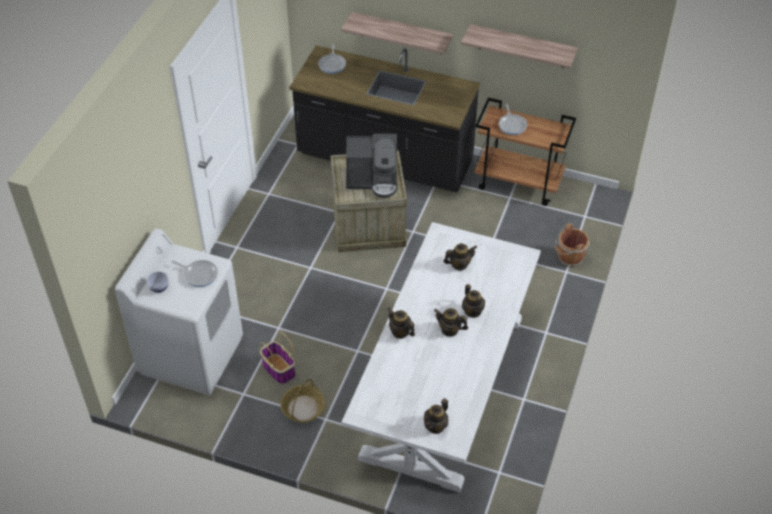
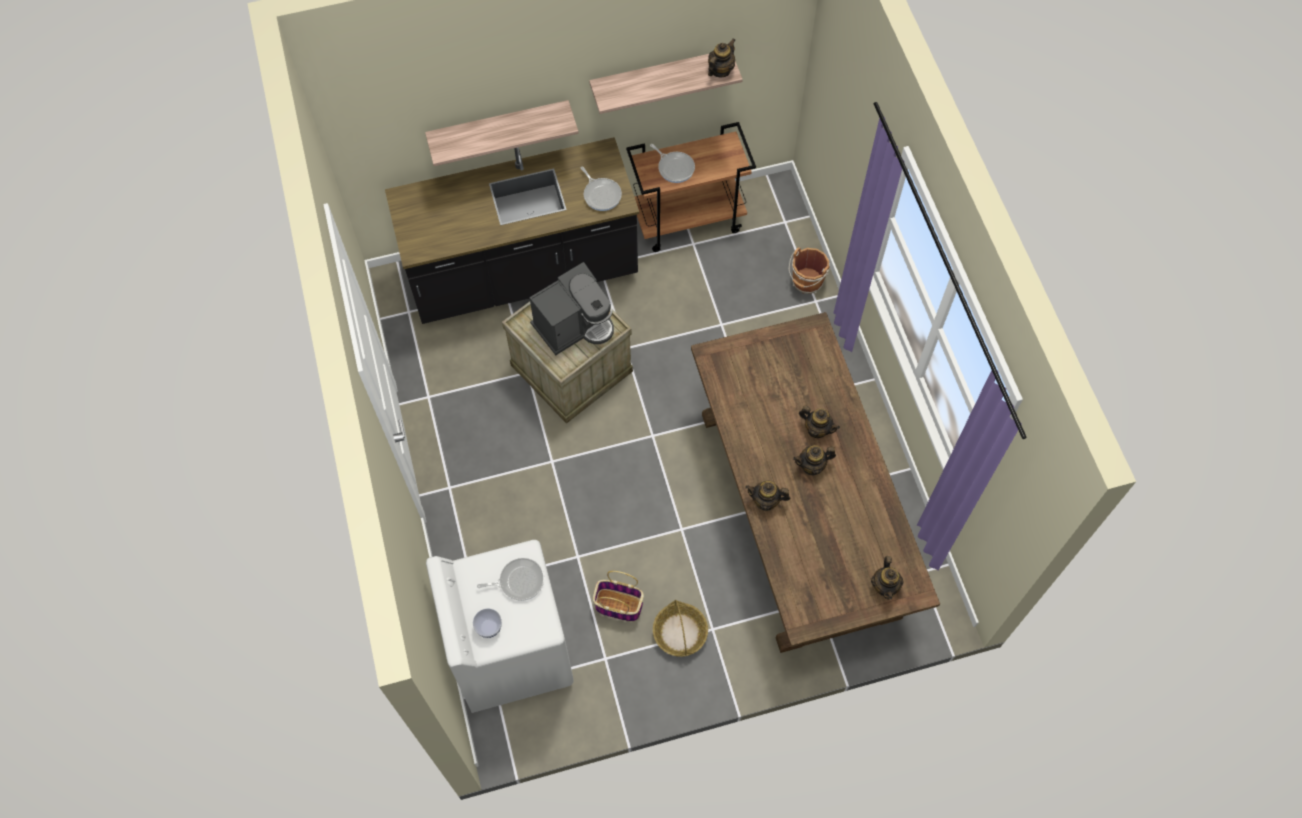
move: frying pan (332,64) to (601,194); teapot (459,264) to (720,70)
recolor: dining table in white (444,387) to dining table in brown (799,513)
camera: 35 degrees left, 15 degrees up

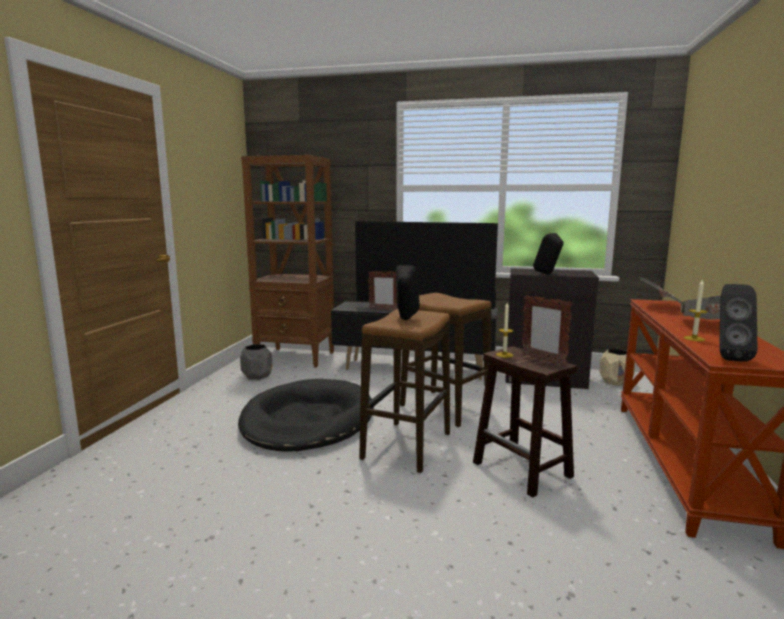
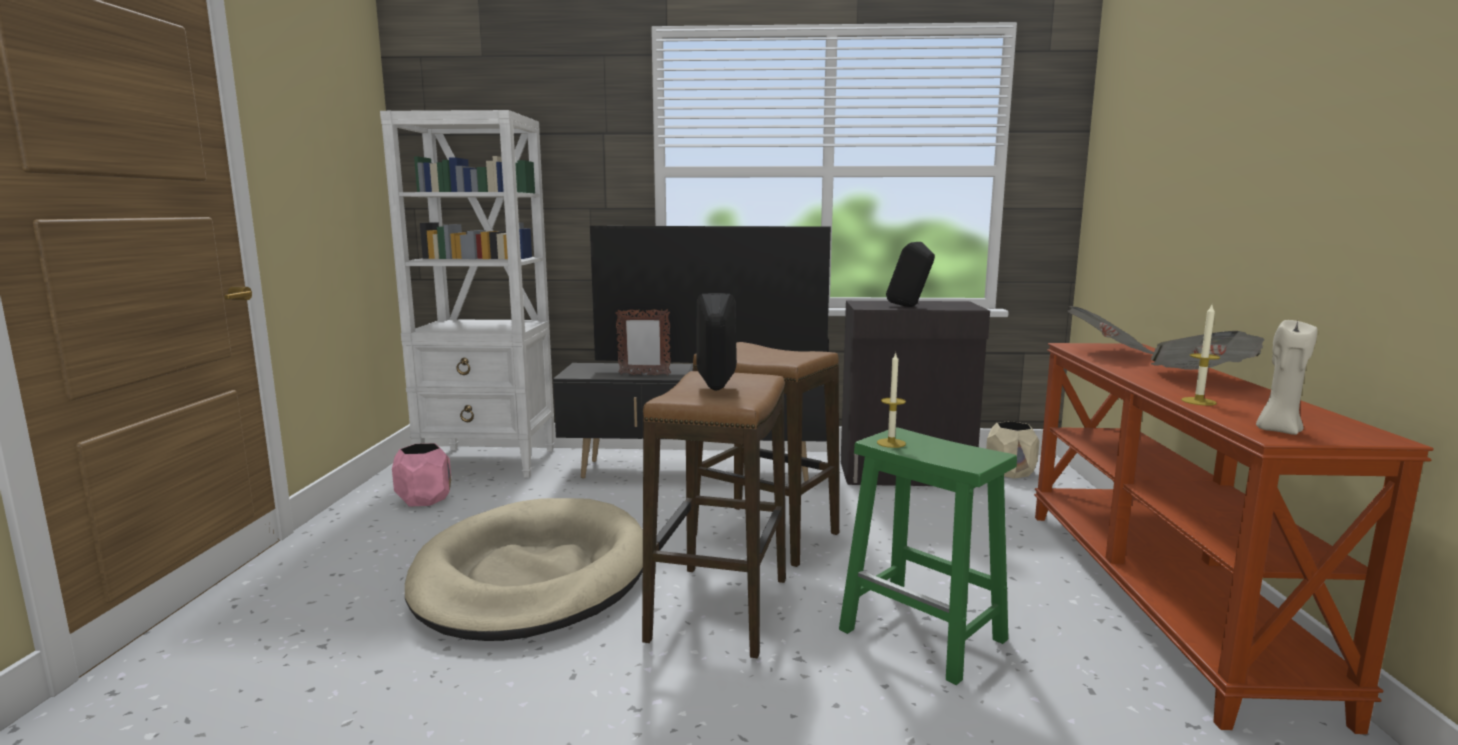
delete: picture frame (543,360)
replace: speaker in black (728,357) to candle in beige (1278,430)
recolor: dog bed in black (308,420) to dog bed in beige (532,576); planter in grey (257,376) to planter in pink (425,499); bookcase in brown (296,357) to bookcase in white (490,462); stool in brown (523,470) to stool in green (925,635)
camera: 10 degrees left, 0 degrees up

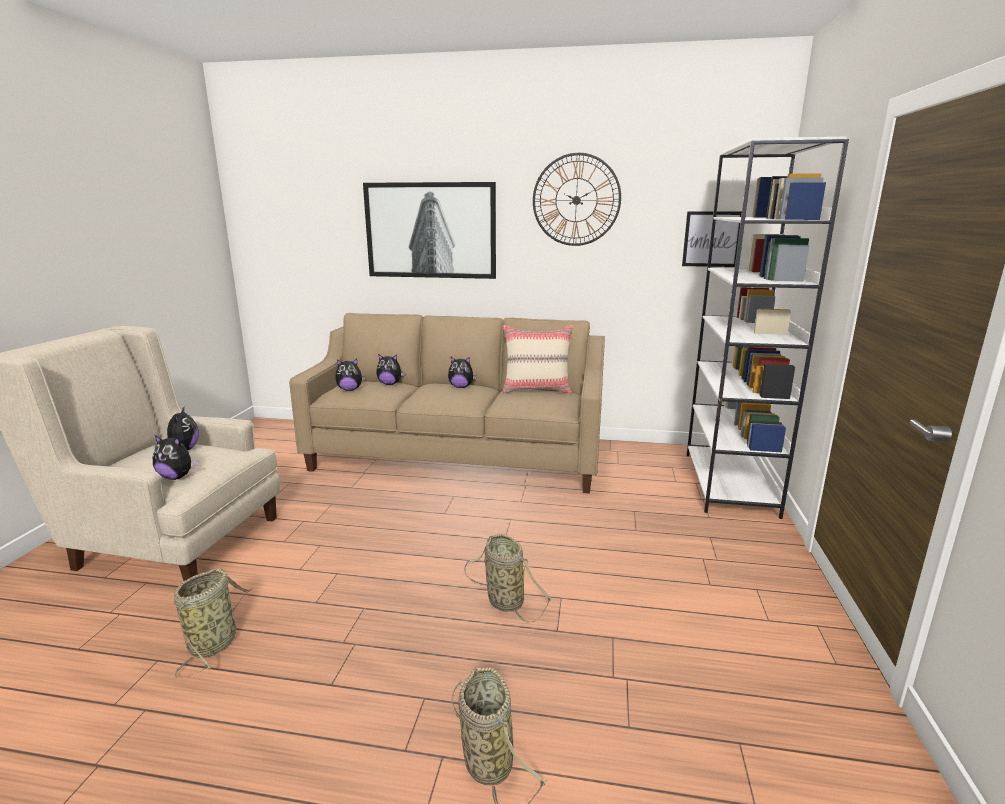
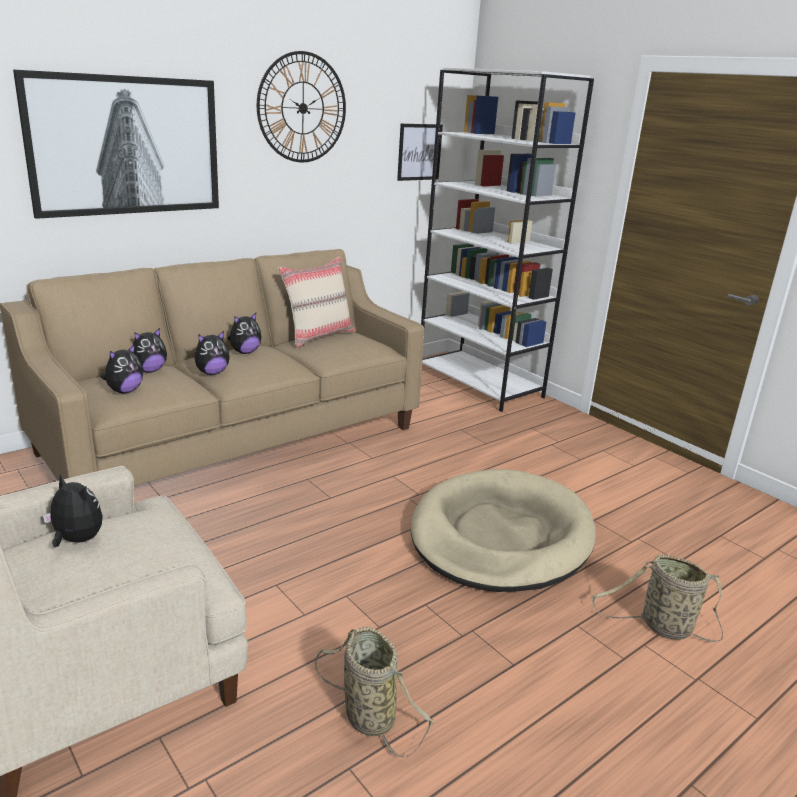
move: plush toy (177,477) to (212,373)
replace: basket (503,600) to dog bed in beige (501,536)
camera: 50 degrees left, 5 degrees up

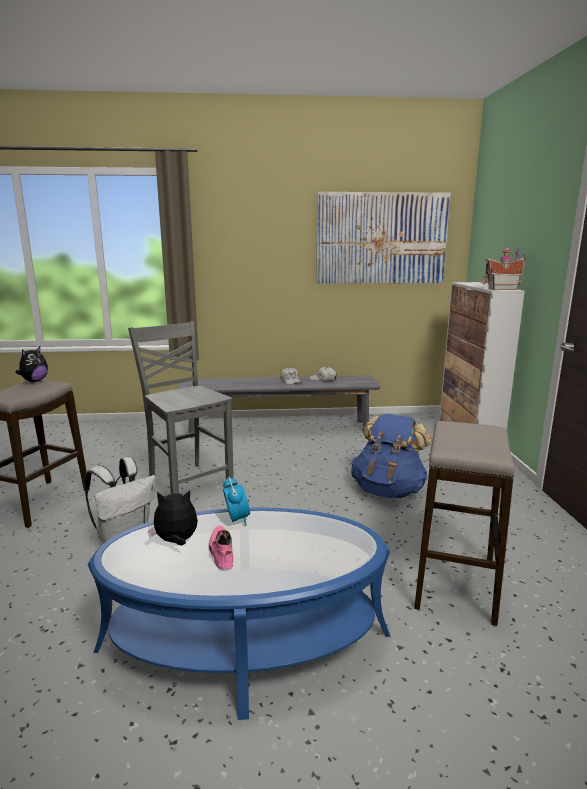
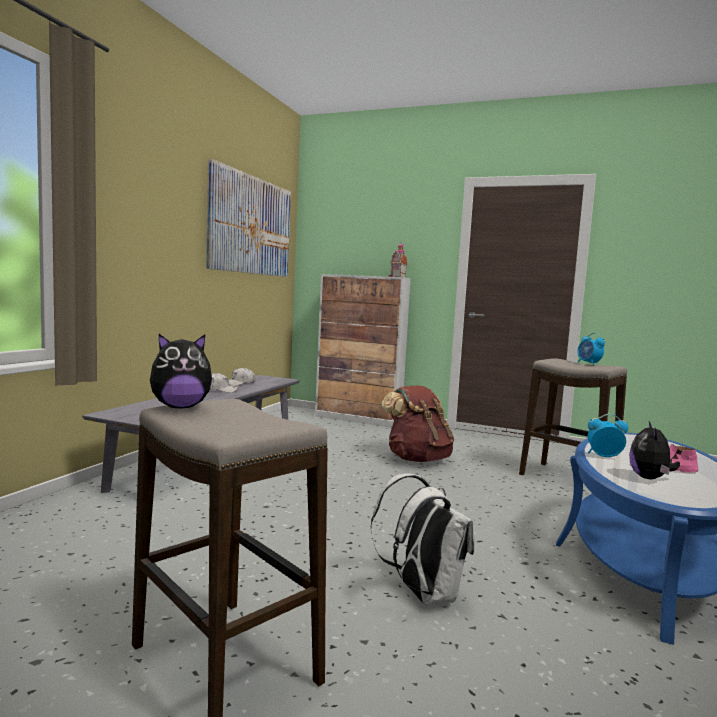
delete: chair in grey (188,483)
insert: alarm clock (589,363)
recolor: backpack in blue (388,490) to backpack in brown (417,459)
rotate: plush toy (34,381) = (181,407) 105 degrees clockwise
camera: 65 degrees left, 10 degrees down

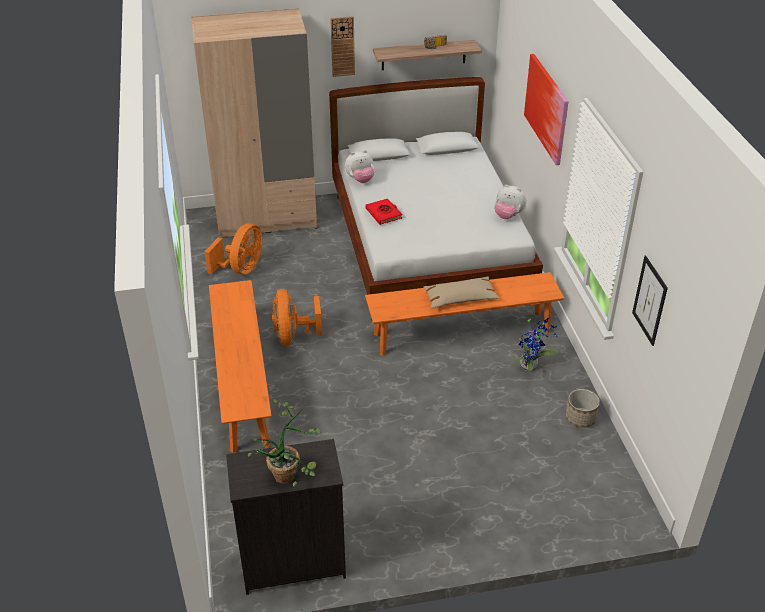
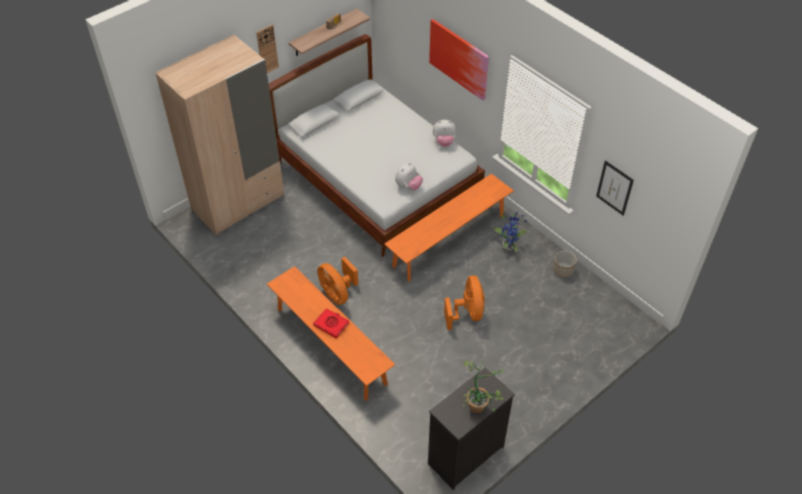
delete: pillow in beige (460,298)
move: fan in orange (241,269) to (467,313); plush toy (360,180) to (408,186); book in red (384,214) to (331,324)
camera: 30 degrees left, 10 degrees up

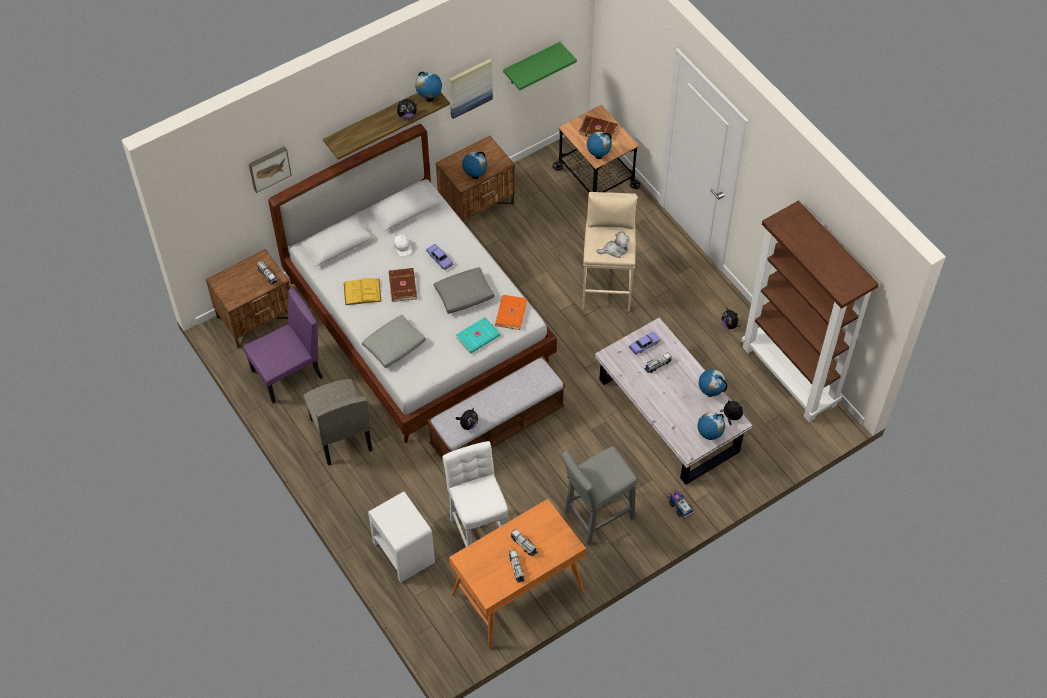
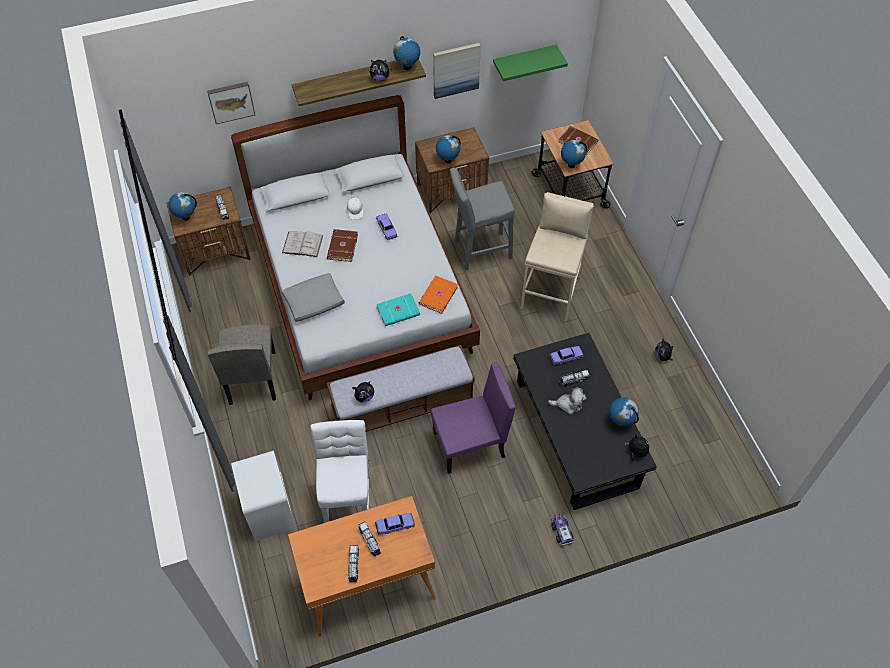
delete: pillow in grey (464,295); bookcase in brown (790,376)
insert: toy car (395,525)
move: chair in purple (287,374) to (469,445); stool in grey (596,517) to (479,251); plush toy (615,250) to (568,404); globe (709,436) to (186,217)
recolor: book in yellow (362,292) to book in white (302,244); coffee table in white (668,415) to coffee table in black (576,433)
camera: 15 degrees right, 0 degrees up

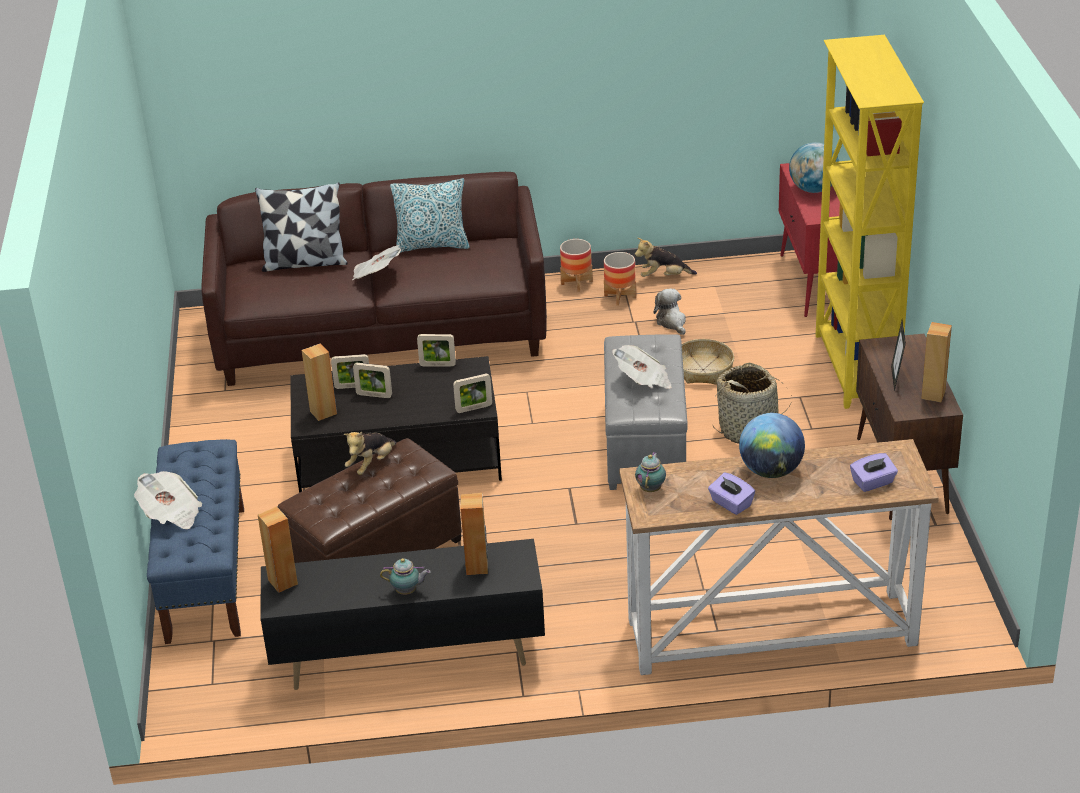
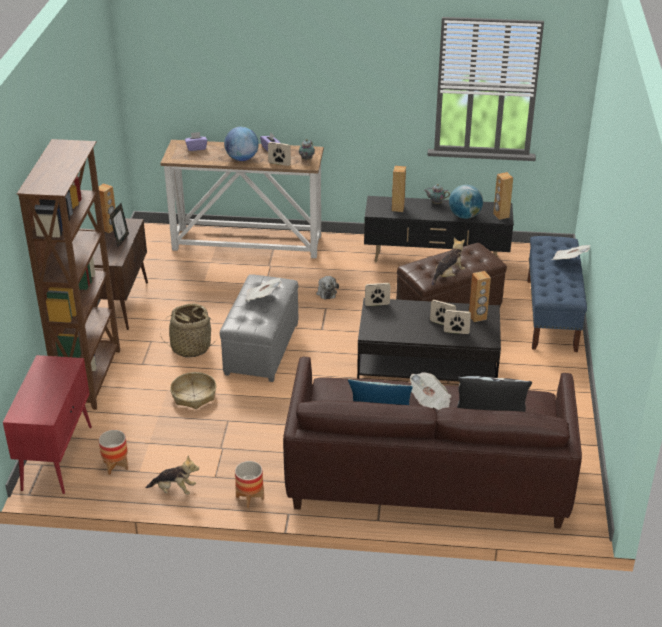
move: picture frame (437,365) to (279,164); planter (620,296) to (116,466); plush toy (672,322) to (326,292); globe (813,189) to (465,216)
recolor: bookcase in yellow (855,369) to bookcase in brown (90,377)
camera: 170 degrees left, 0 degrees up

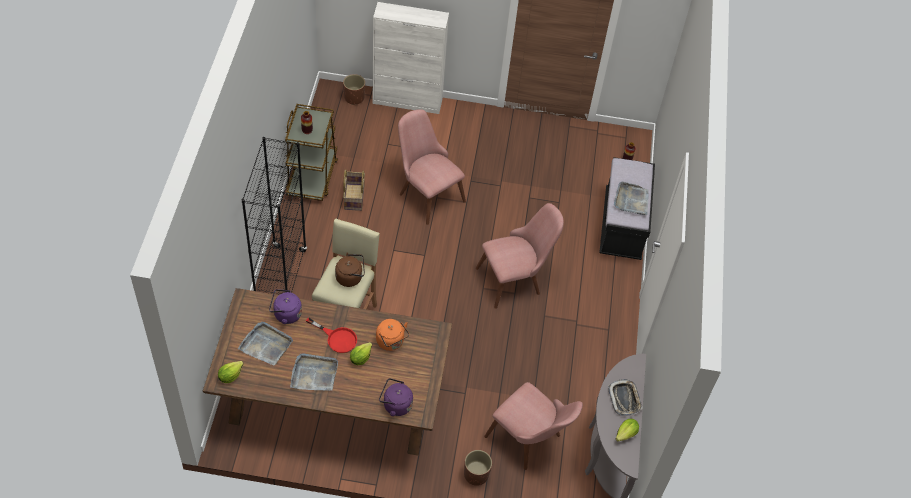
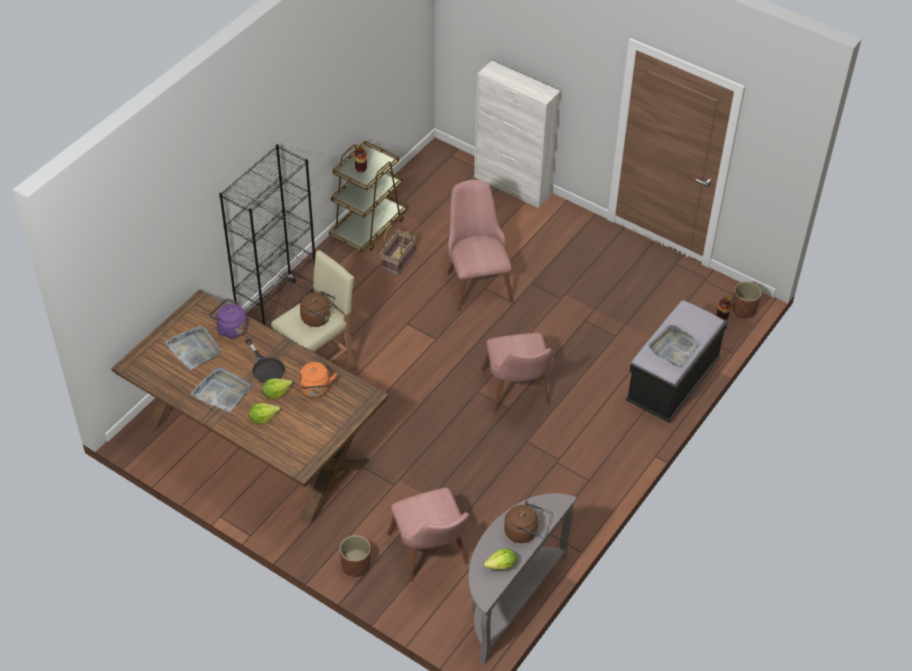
delete: kettle in purple (395,405)
move: lettuce (230,376) to (263,418); planter in brown (354,98) to (744,310)
replace: tray (624,399) to kettle in brown (523,532)
recolor: frying pan in red (337,338) to frying pan in black (265,367)
rotate: chair in pink (516,279) = (518,395) 75 degrees clockwise
camera: 30 degrees right, 5 degrees down

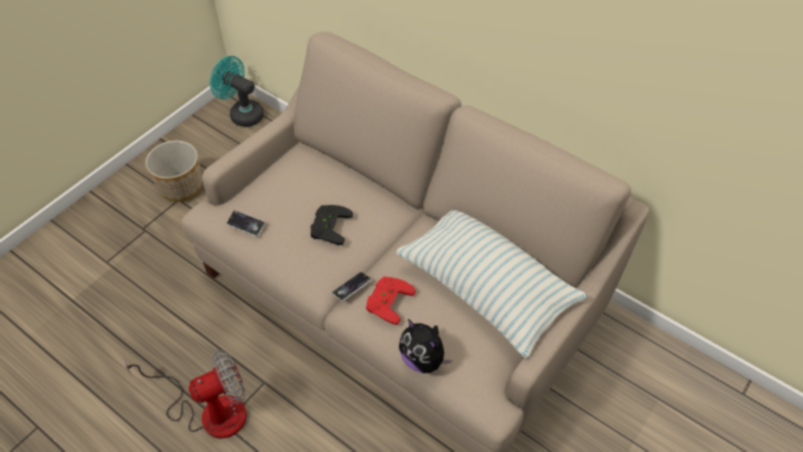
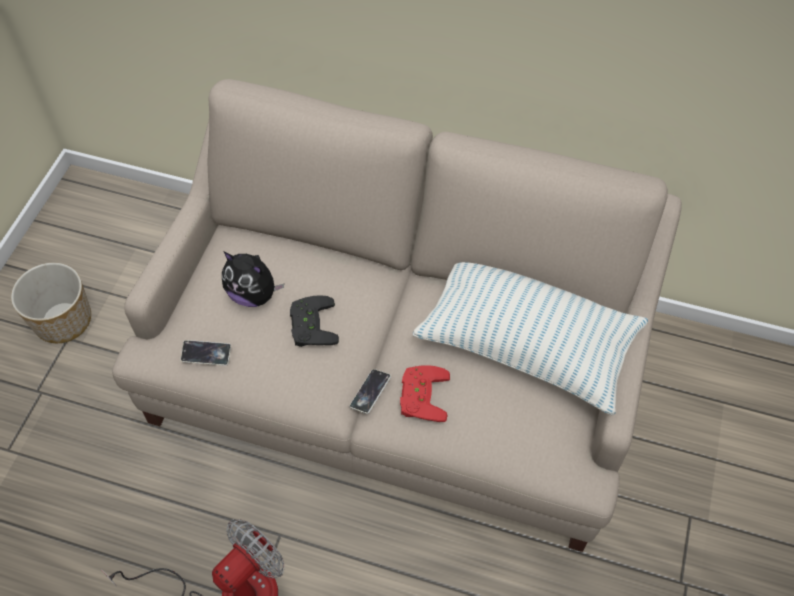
delete: fan in turquoise (242,114)
move: plush toy (423,359) to (253,294)
camera: 20 degrees left, 5 degrees up

